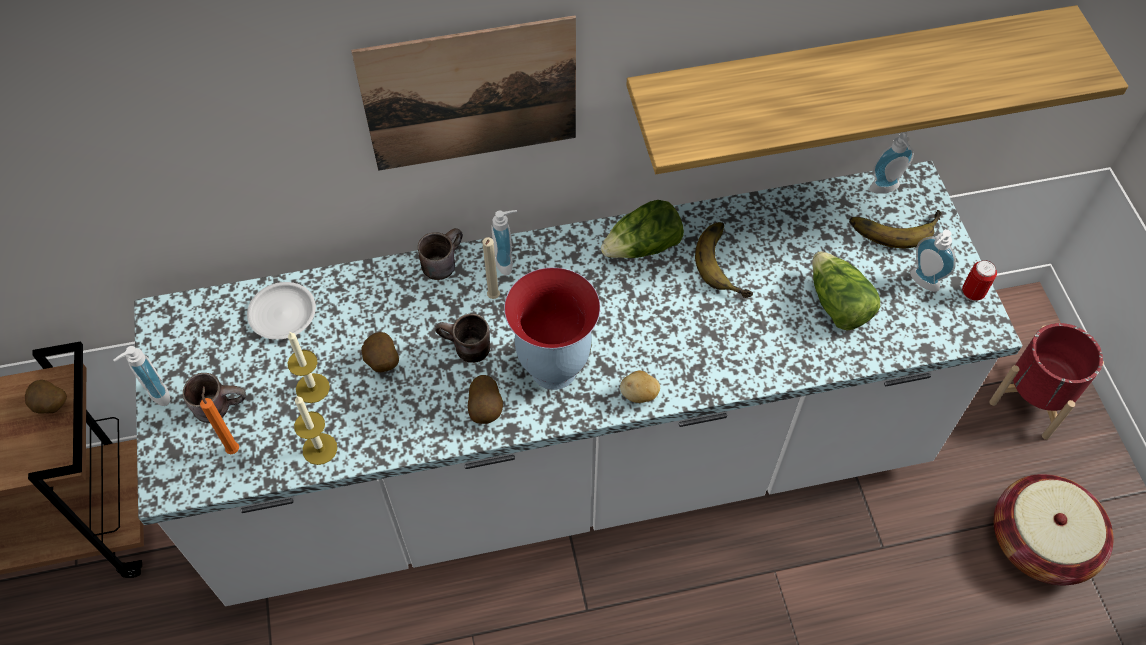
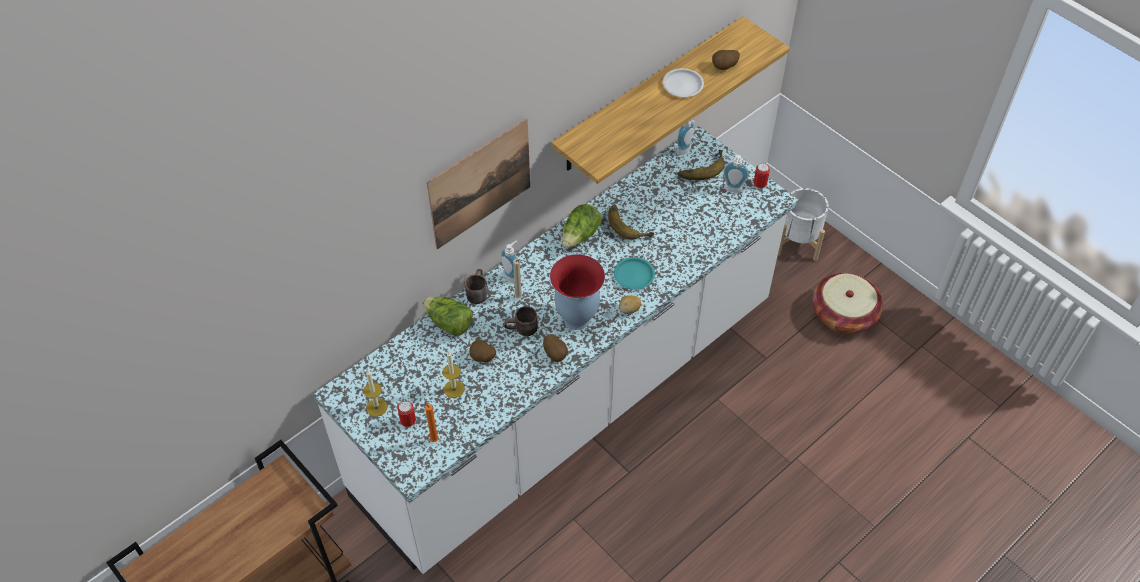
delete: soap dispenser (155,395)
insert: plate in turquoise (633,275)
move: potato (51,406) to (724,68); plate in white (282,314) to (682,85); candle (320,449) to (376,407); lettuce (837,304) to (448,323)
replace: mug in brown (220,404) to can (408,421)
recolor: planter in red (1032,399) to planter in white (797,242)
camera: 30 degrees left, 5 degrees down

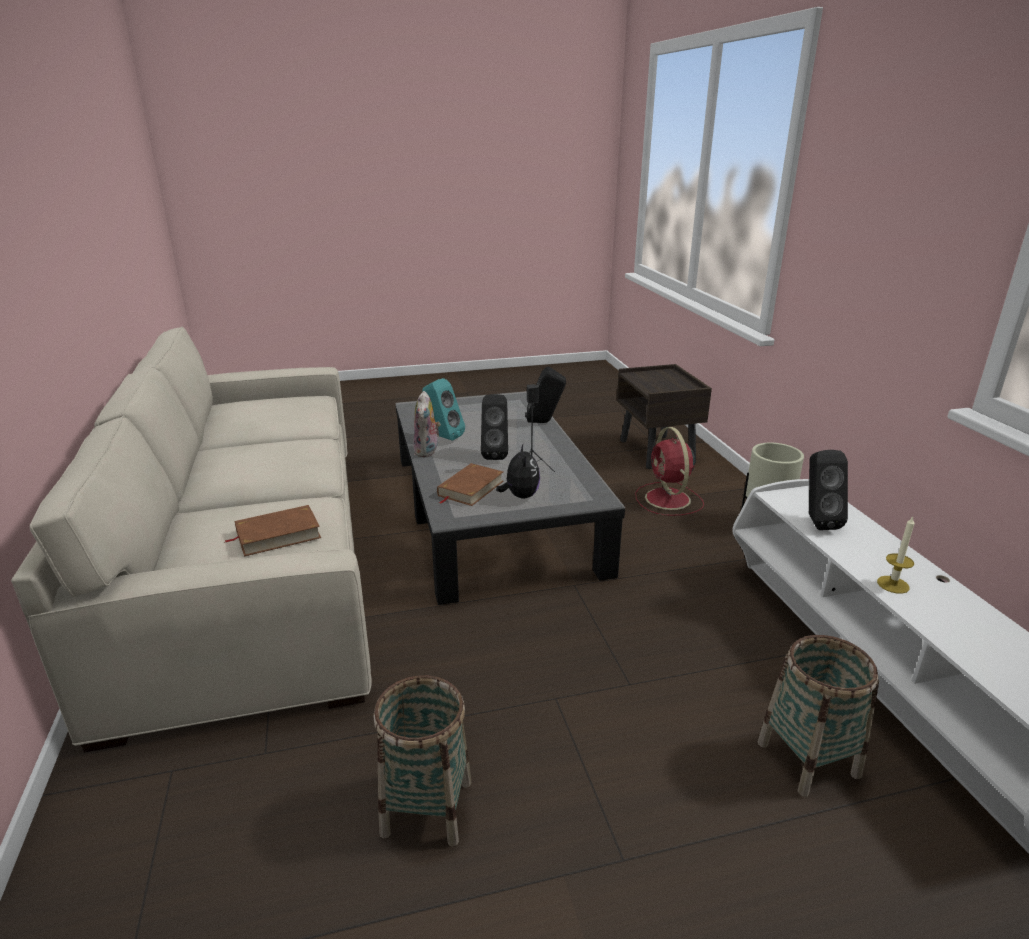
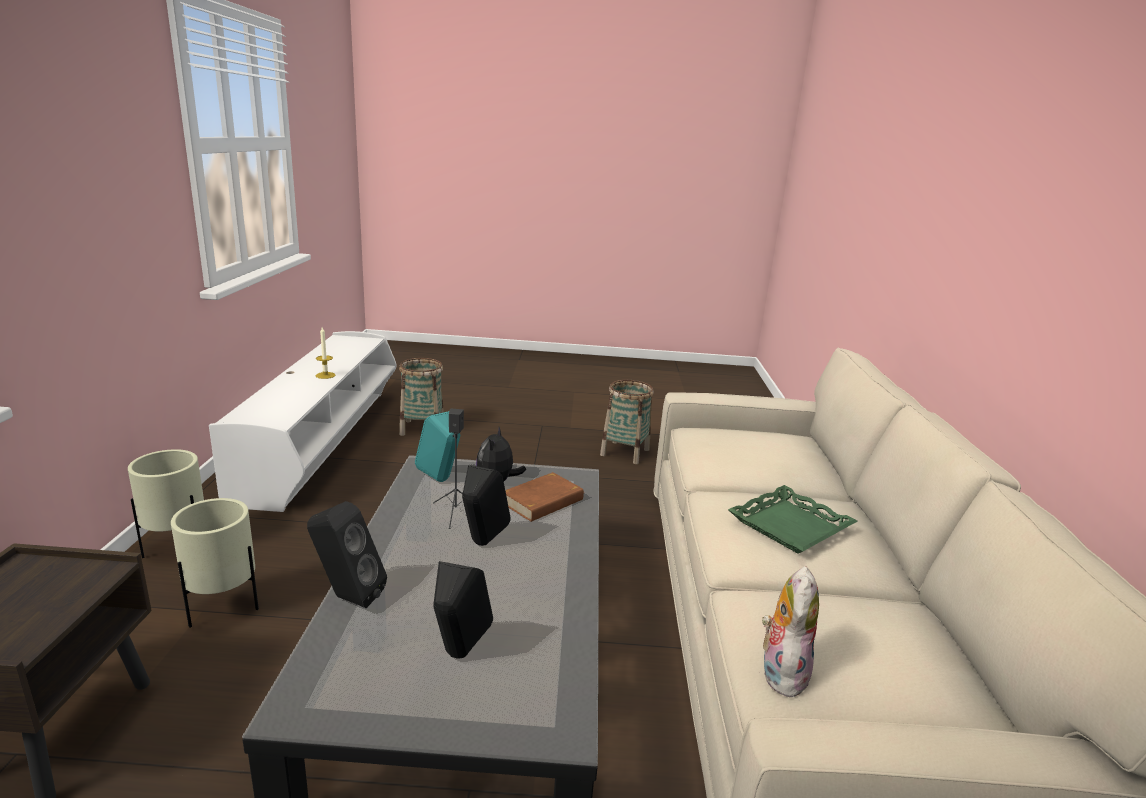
delete: book in brown (278,535)
insert: tray in green (789,525)
move: plush toy (428,451) to (780,671); speaker in turquoise (443,437) to (441,481); speaker in black (816,521) to (458,655)
replace: fan in red (668,500) to planter in beige (224,608)
camera: 165 degrees left, 5 degrees down

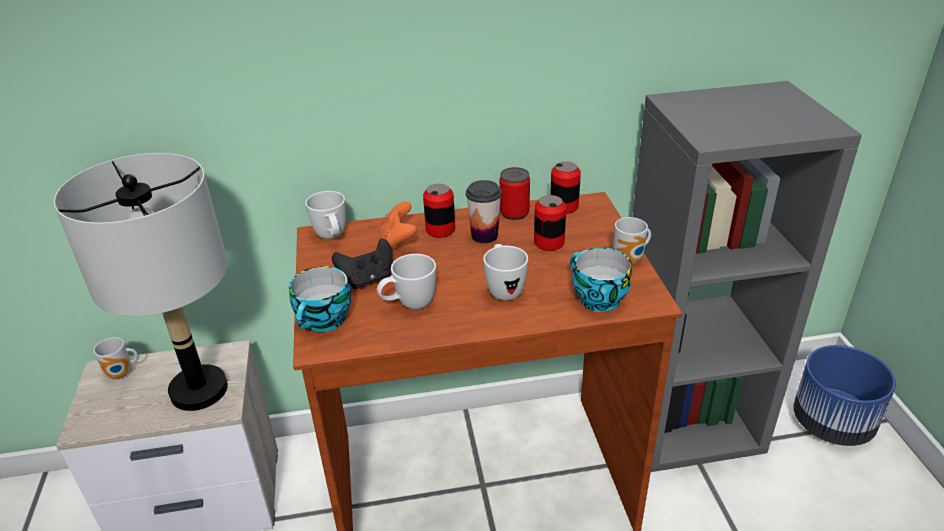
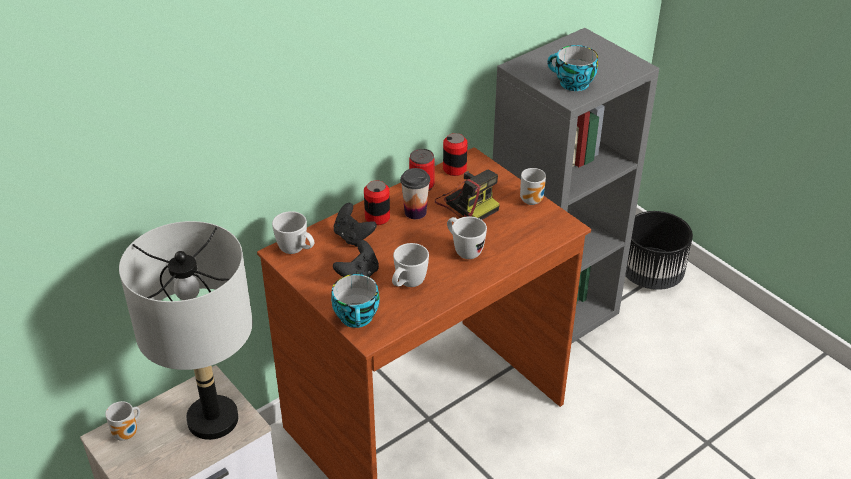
move: cup (596,299) to (572,84)
replace: can (549,242) to photo camera (467,203)
recolor: game controller in orange (398,241) to game controller in black (353,237); planter in blue (831,424) to planter in black (650,275)
camera: 30 degrees left, 5 degrees up

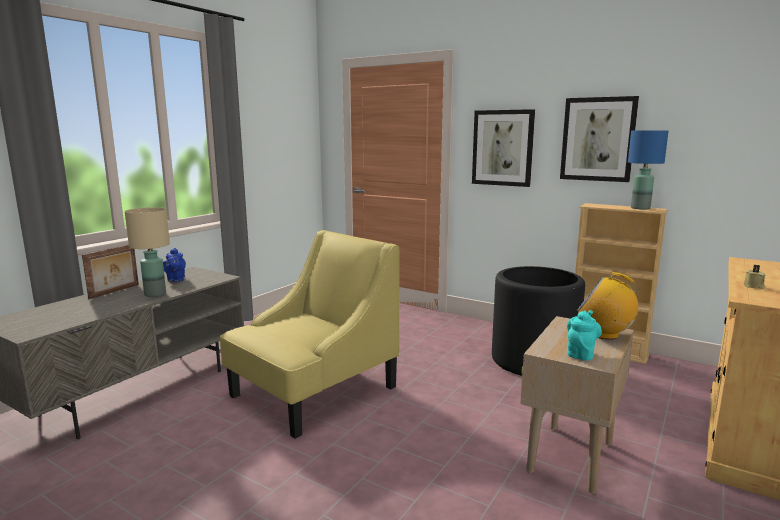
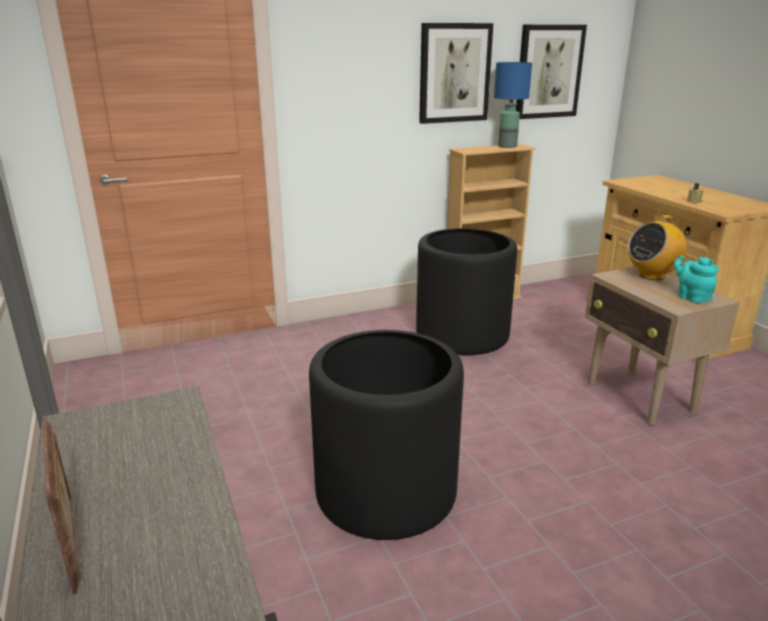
delete: table lamp in beige (154,294); teapot in blue (175,280)
move: picture (502,148) to (549,72)
replace: armchair in yellow (313,391) to planter in black (386,491)
camera: 55 degrees left, 10 degrees up

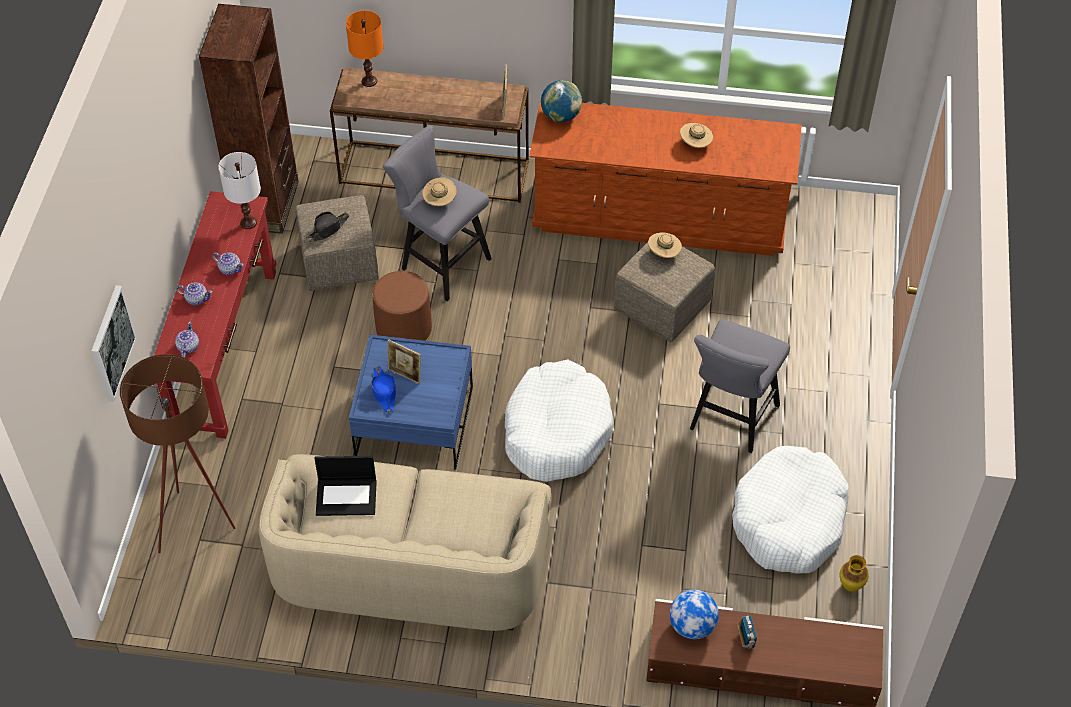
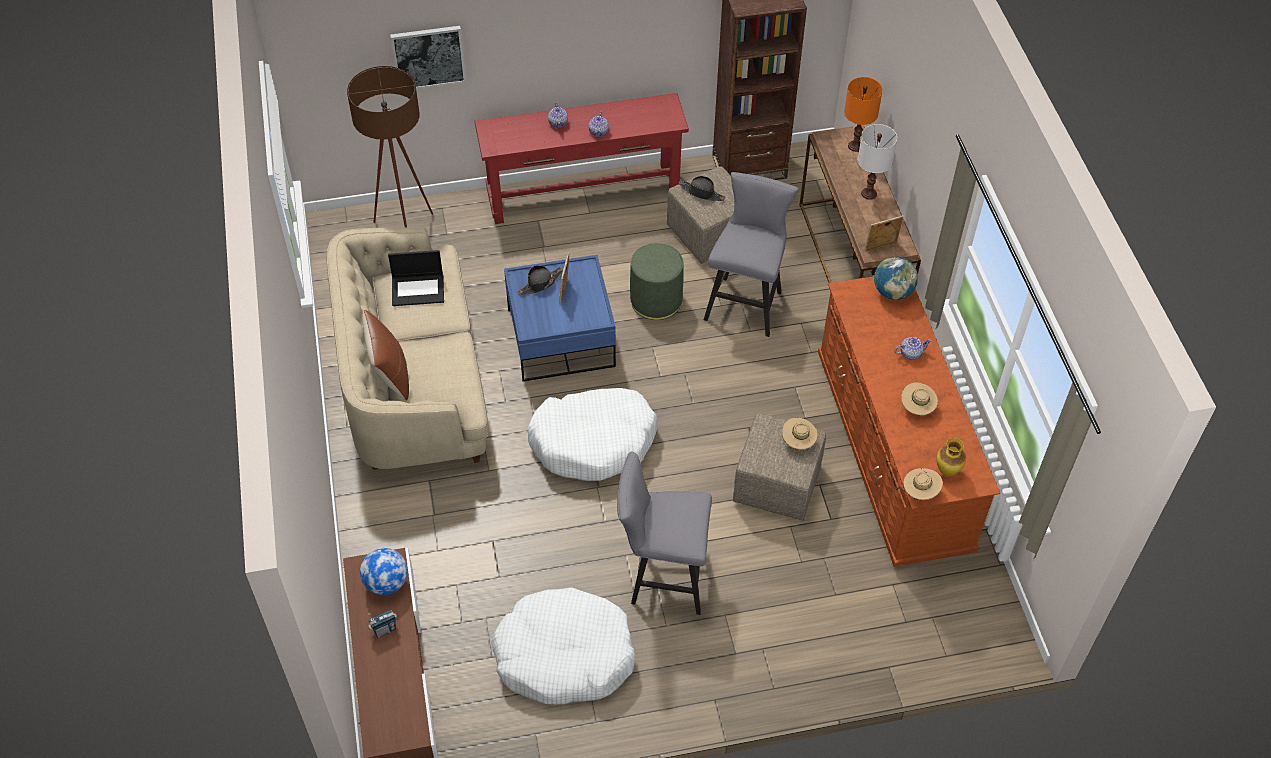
insert: pillow in brown (390,375)
move: teapot (188,347) to (910,353); table lamp in white (248,222) to (869,193); hat in beige (439,201) to (920,491); vase (850,586) to (946,471)
recolor: hat in blue (384,392) to hat in black (540,283); ottoman in brown (404,331) to ottoman in green (656,300)
rotate: laptop (347,496) = (418,289) 75 degrees counterclockwise
camera: 70 degrees right, 0 degrees up

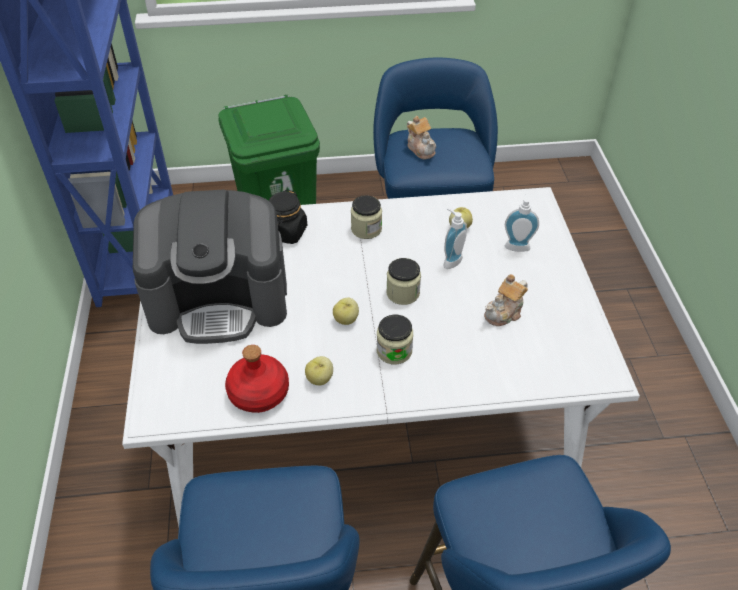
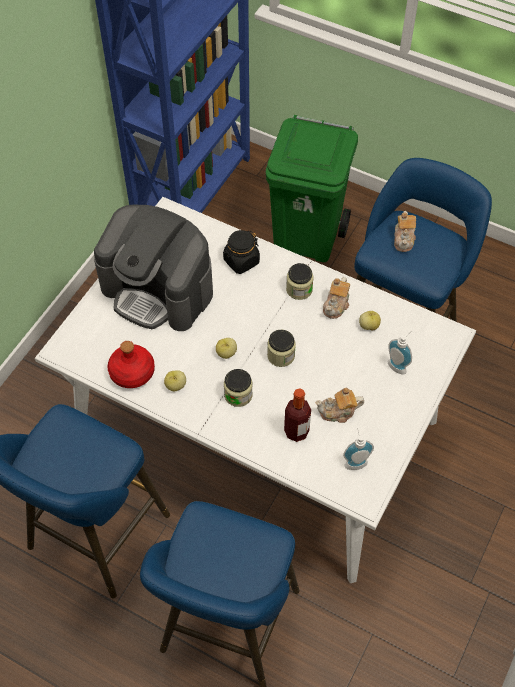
insert: bottle (296,431); teapot (336,305)
move: soap dispenser (450,260) to (355,462)
camera: 35 degrees right, 10 degrees up

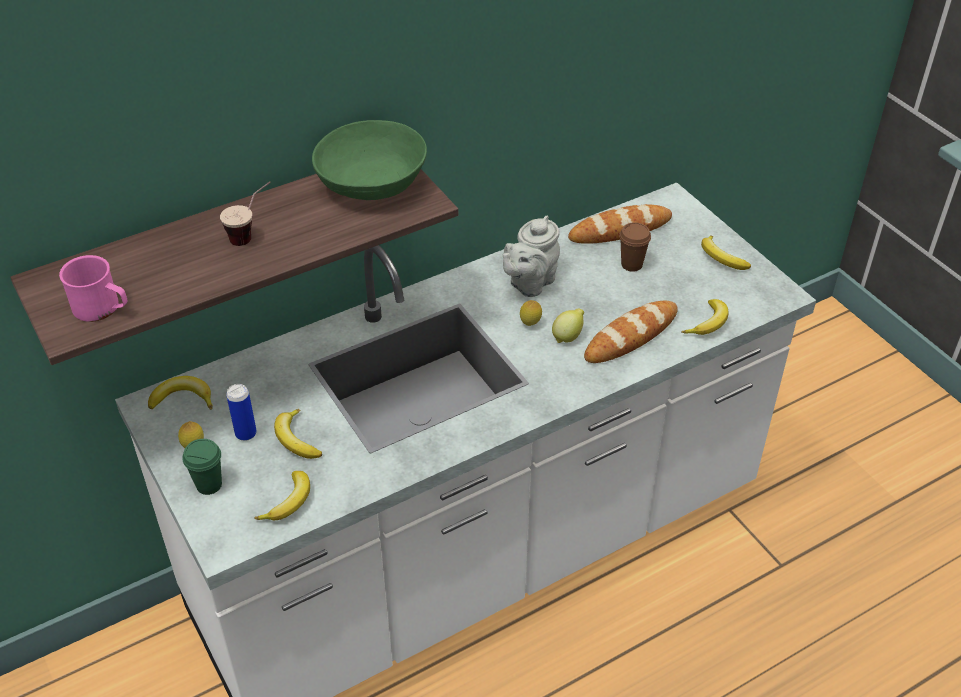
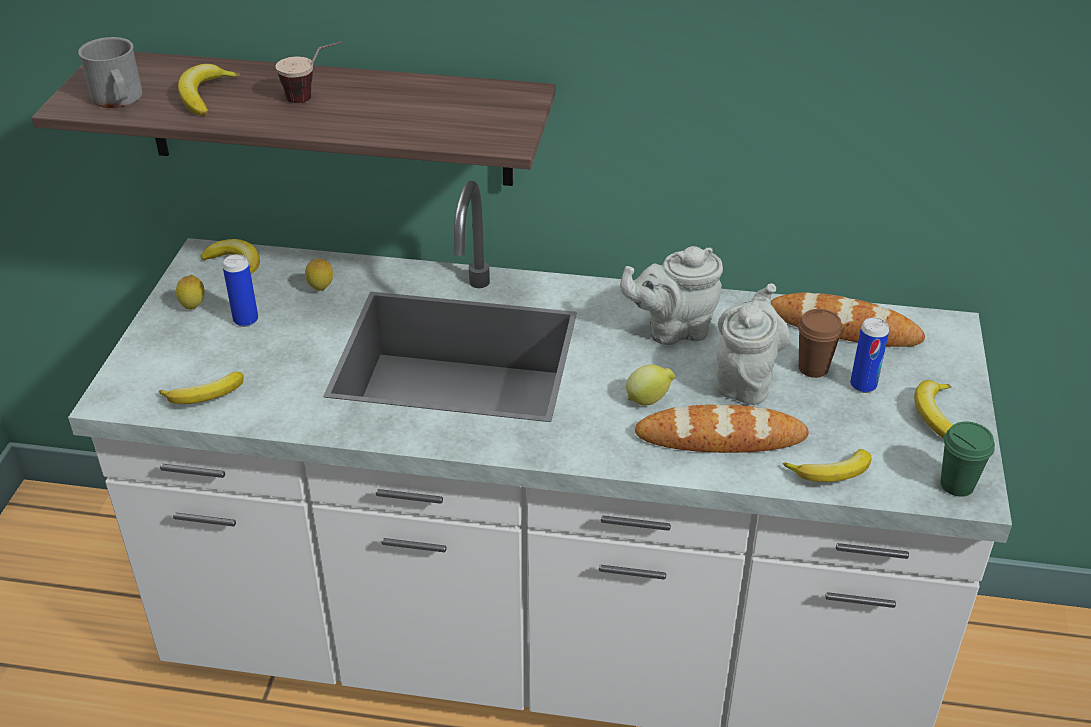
delete: bowl in green (372,184)
insert: teapot in grey (745,380); can (863,385)
move: cup in green (209,485) to (957,485); banana (296,440) to (205,96); lemon (530,324) to (321,290)
recolor: mug in pink (102,308) to mug in grey (119,100)
camera: 40 degrees right, 5 degrees down

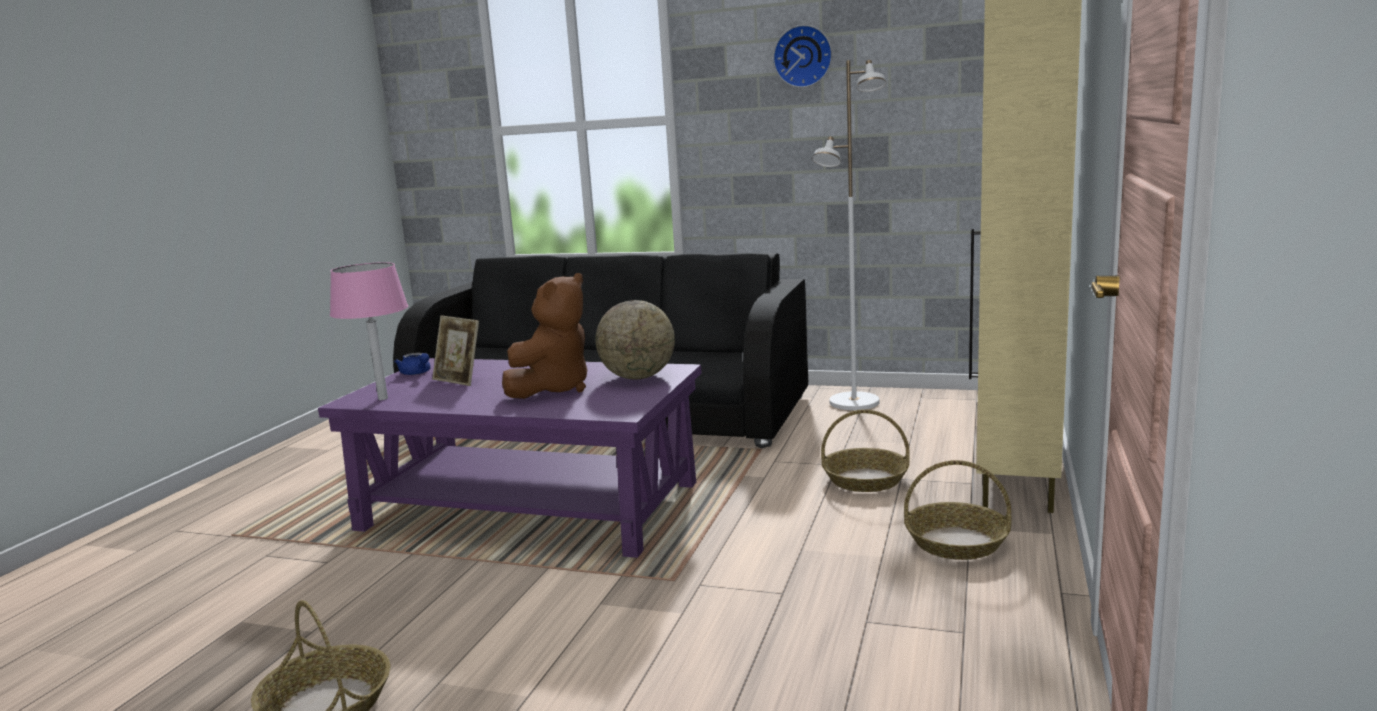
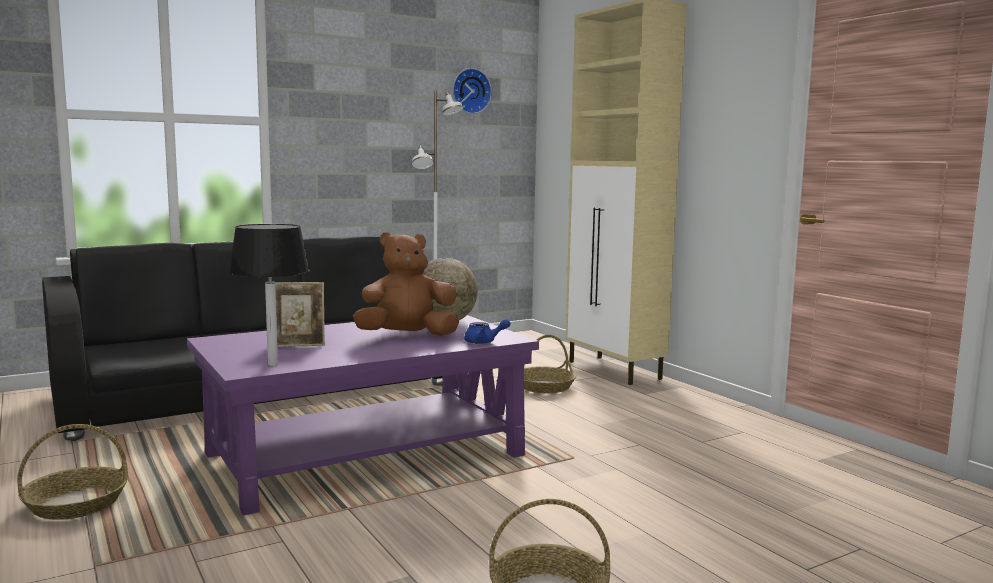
move: teapot in blue (417,373) to (484,342); wall clock (803,56) to (470,91); basket (957,542) to (76,503)
recolor: table lamp in pink (383,398) to table lamp in black (273,364)
rotate: plush toy in brown (553,389) = (407,336) 90 degrees counterclockwise
camera: 50 degrees left, 5 degrees down

